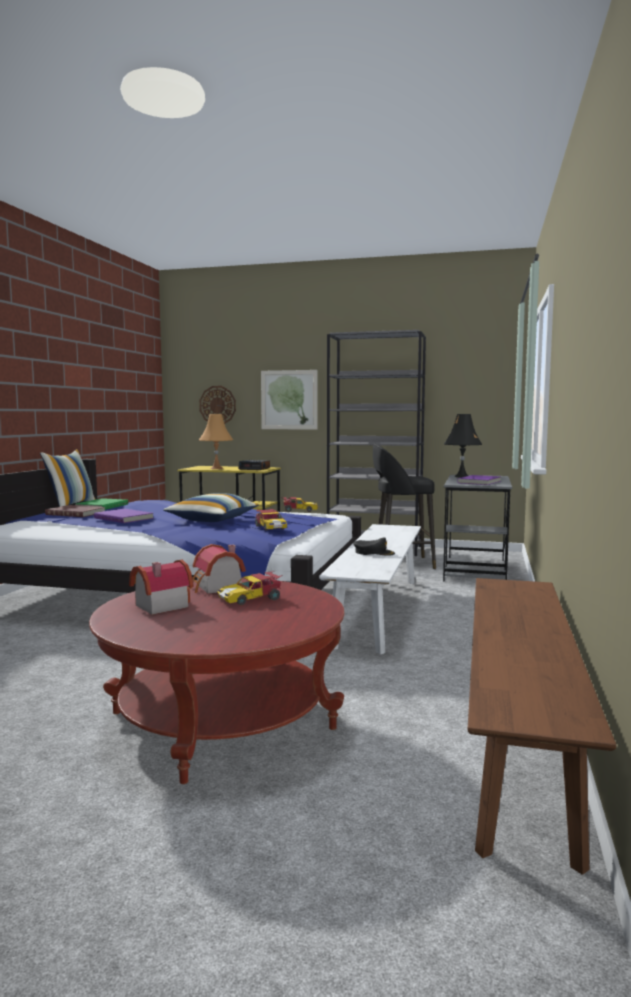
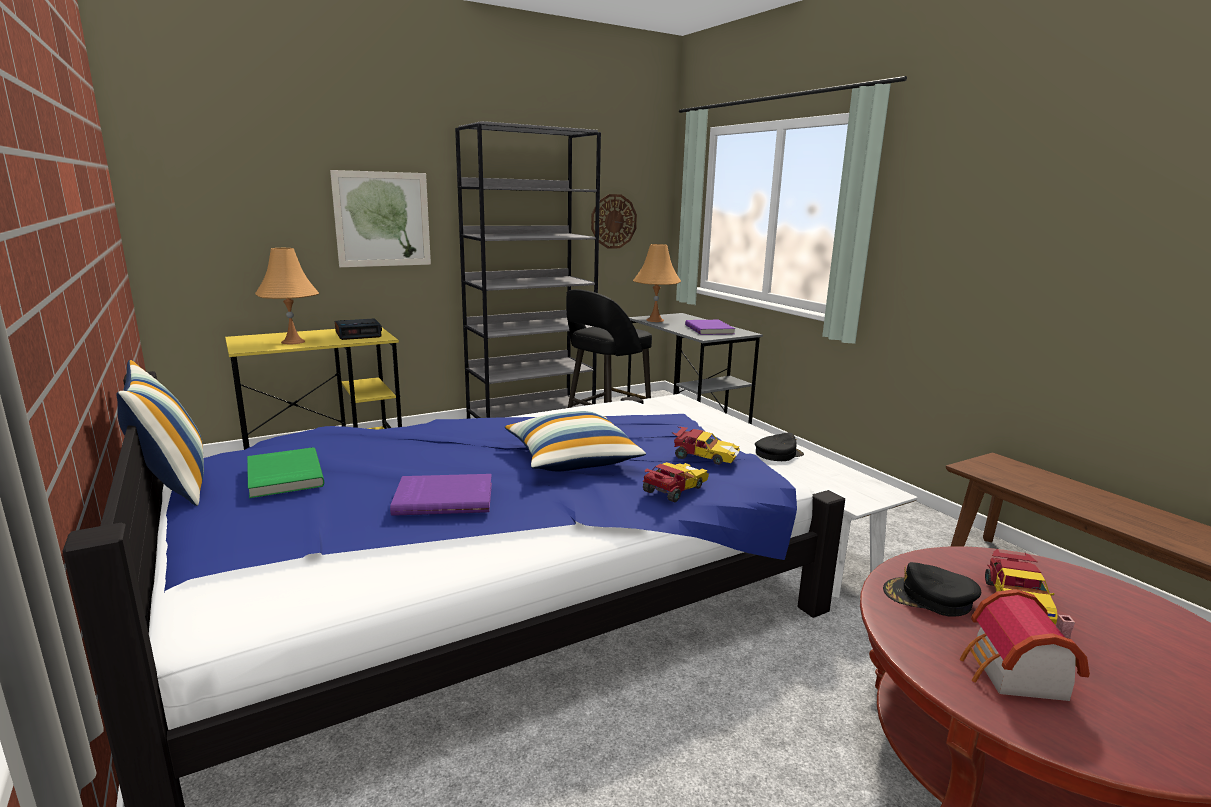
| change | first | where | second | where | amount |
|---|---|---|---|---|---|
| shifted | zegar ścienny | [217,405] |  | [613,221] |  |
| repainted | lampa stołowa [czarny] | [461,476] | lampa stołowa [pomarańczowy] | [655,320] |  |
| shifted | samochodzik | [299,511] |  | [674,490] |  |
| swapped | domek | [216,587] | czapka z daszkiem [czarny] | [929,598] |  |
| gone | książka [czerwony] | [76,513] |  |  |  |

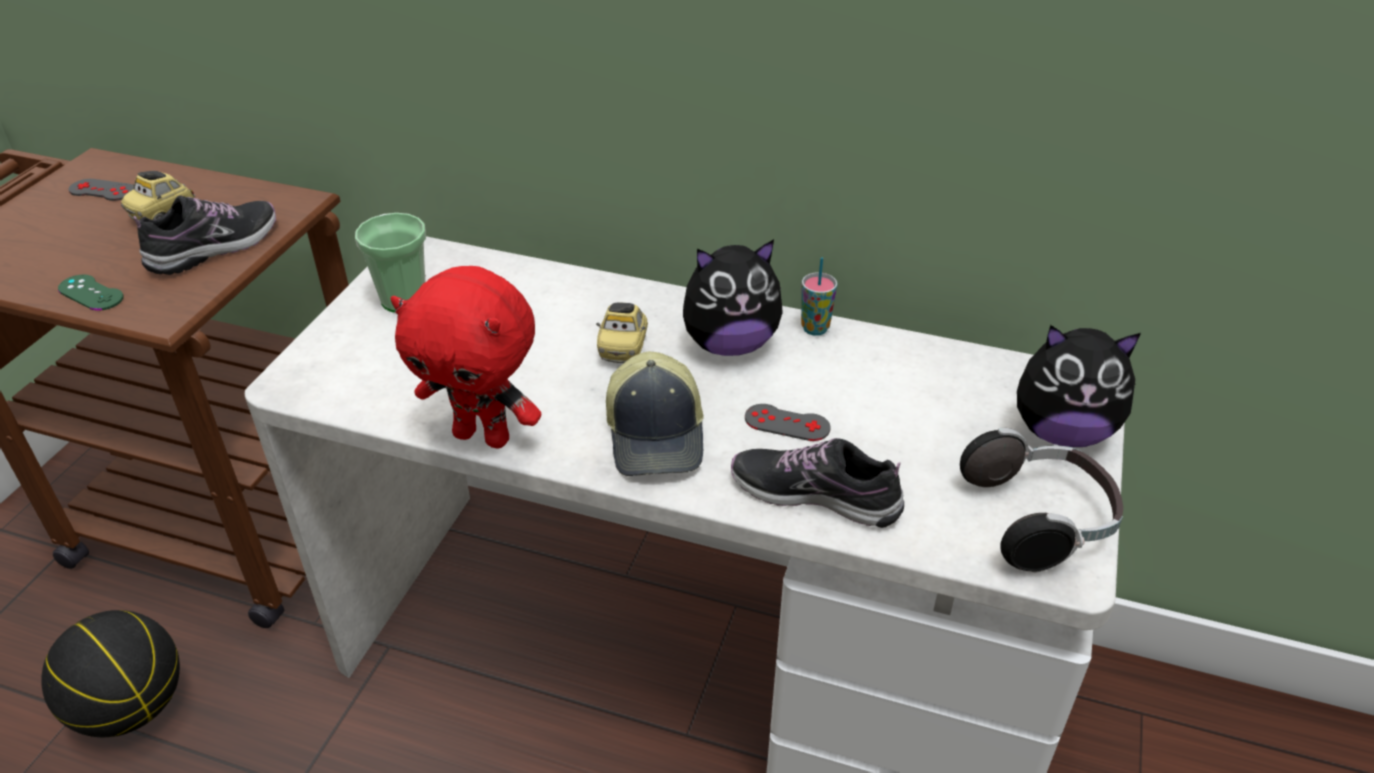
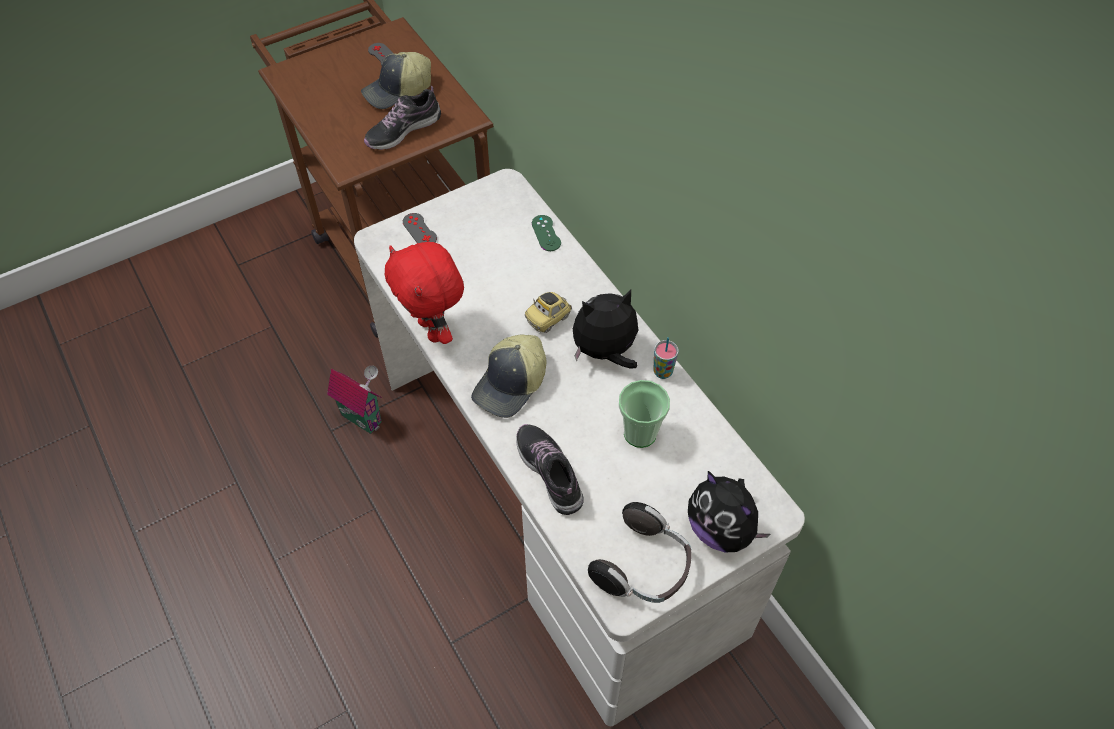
| change | first | where | second | where | amount |
|---|---|---|---|---|---|
| new |  |  | domek | [363,417] |  |
| swapped | samochodzik | [164,214] | czapka z daszkiem | [398,91] |  |
| rotated | but | [215,247] |  | [403,130] | 150 degrees clockwise |
| shifted | pad do gier [szary] | [787,423] |  | [419,230] |  |
| shifted | pad do gier [zielony] | [91,293] |  | [546,233] |  |
| rotated | pluszak | [730,344] |  | [605,352] | 135 degrees clockwise |
| shifted | filiżanka | [404,300] |  | [640,433] |  |
| gone | piłka do koszykówki | [131,708] |  |  |  |

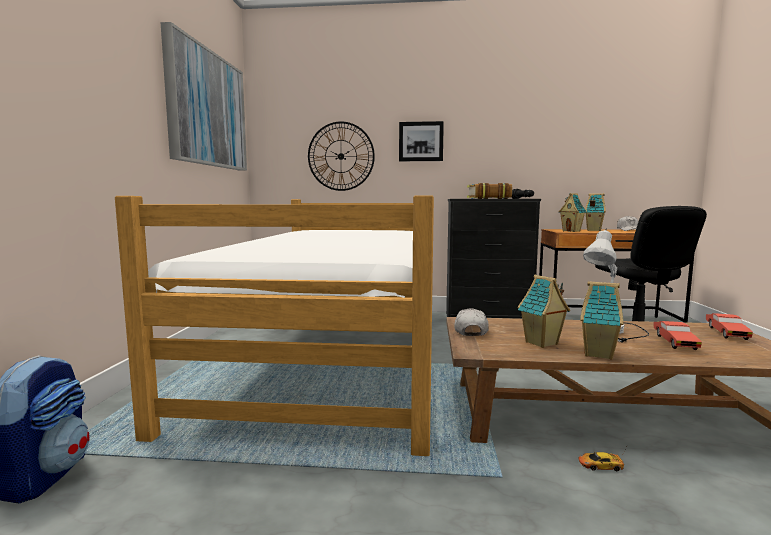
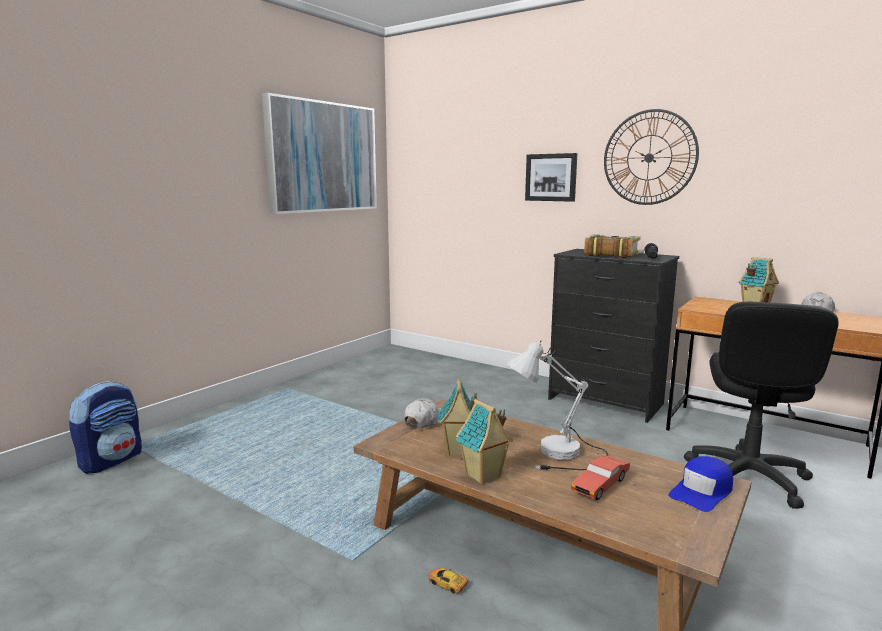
| change | first | where | second | where | amount |
|---|---|---|---|---|---|
| shifted | zegar ścienny | [341,156] |  | [649,157] |  |
| swapped | samochodzik [czerwony] | [726,333] | czapka z daszkiem [niebieski] | [702,491] |  |
| gone | łóżko | [337,353] |  |  |  |
| gone | domek | [571,231] |  |  |  |

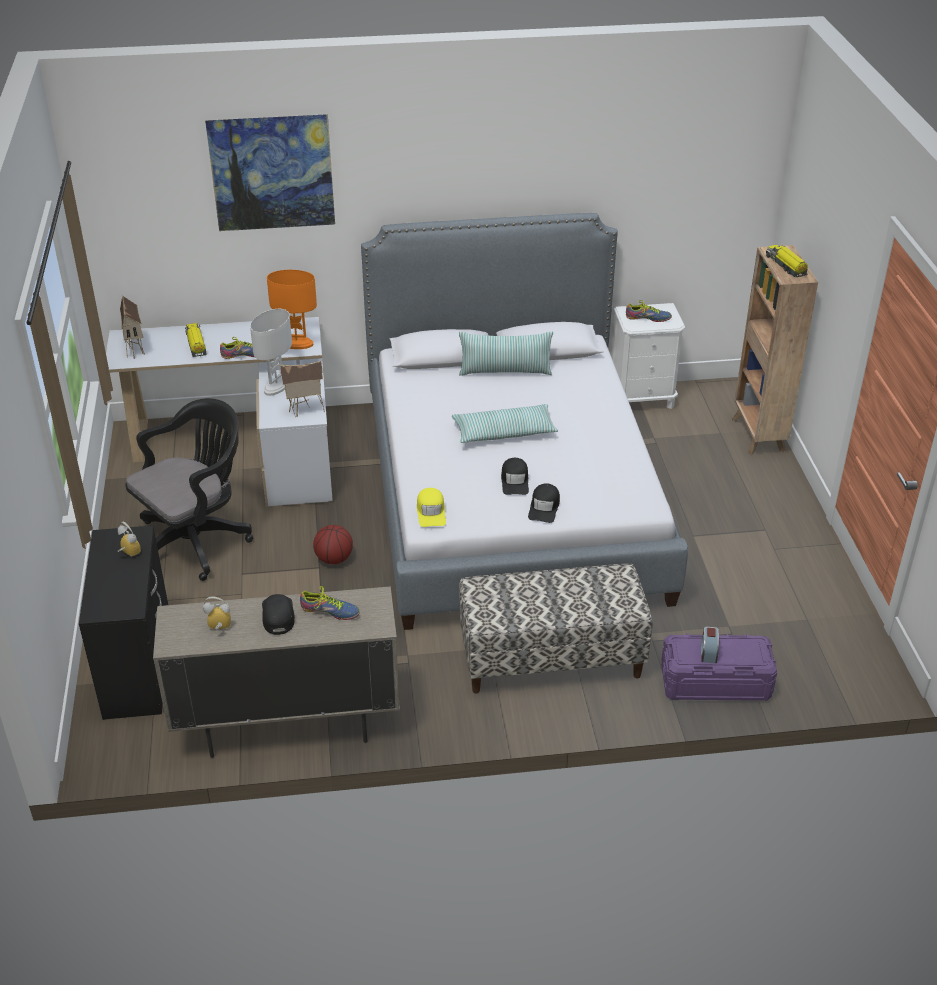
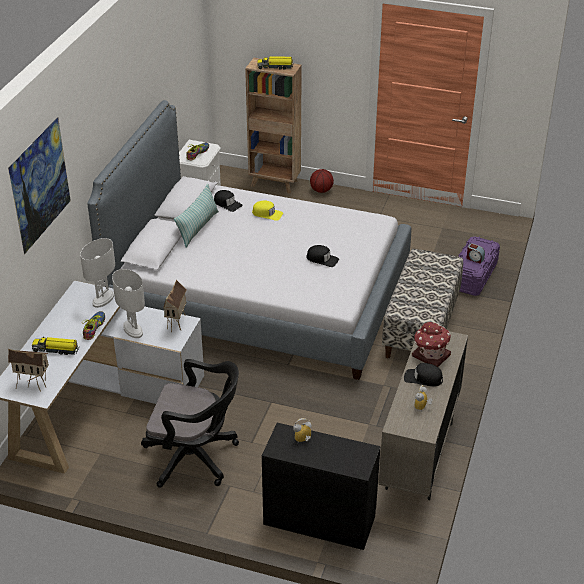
| change | first | where | second | where | amount |
|---|---|---|---|---|---|
| repainted | lampa stołowa [pomarańczowy] | [296,344] | lampa stołowa [biały] | [103,299] |  |
| rotated | krzesło biurowe [czarny] | [197,540] |  | [196,457] | 120 degrees clockwise |
| shifted | czapka z daszkiem [czarny] | [544,507] |  | [227,203] |  |
| shifted | czapka z daszkiem [żółty] | [431,512] |  | [267,214] |  |
| shifted | piłka do koszykówki | [334,559] |  | [321,190] |  |
| swapped | but | [330,611] | domek | [430,355] |  |
| gone | poduszka | [504,432] |  |  |  |

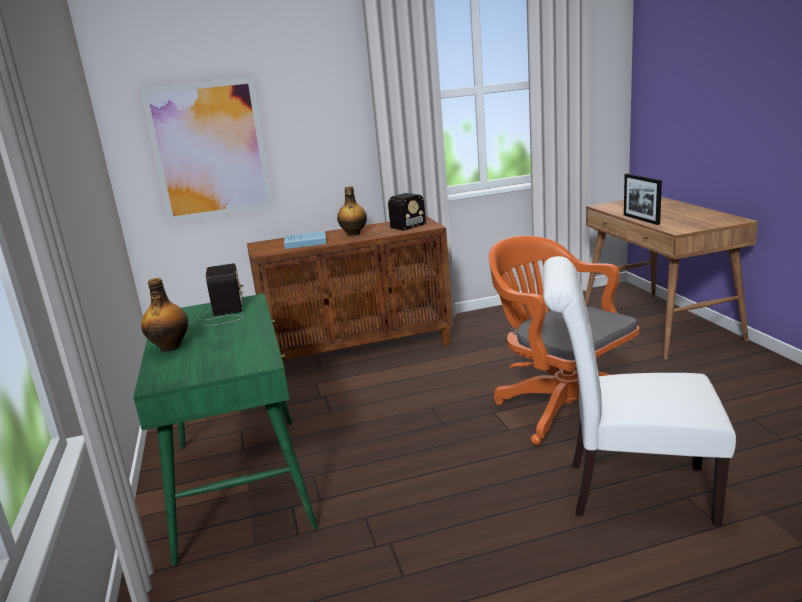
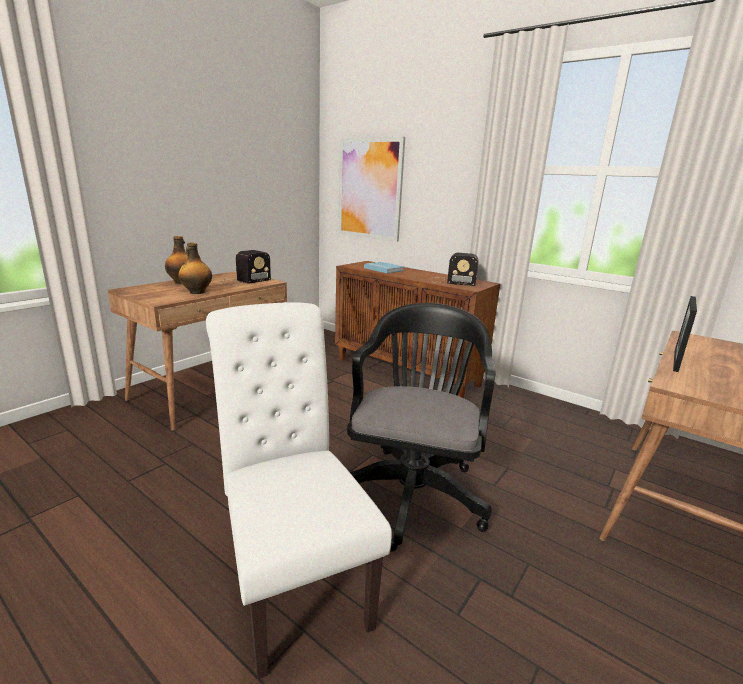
| change | first | where | second | where | amount |
|---|---|---|---|---|---|
| repainted | biurko [zielony] | [240,483] | biurko [brązowy] | [213,390] |  |
| shifted | butelka | [353,234] |  | [196,292] |  |
| repainted | krzesło biurowe [pomarańczowy] | [561,408] | krzesło biurowe [czarny] | [413,490] |  |

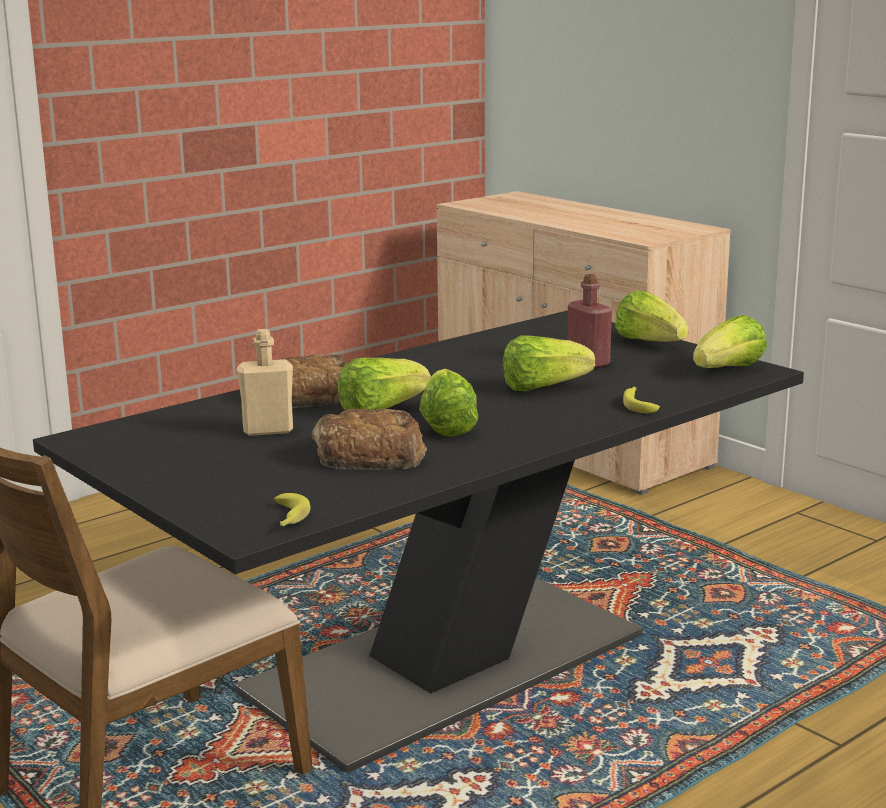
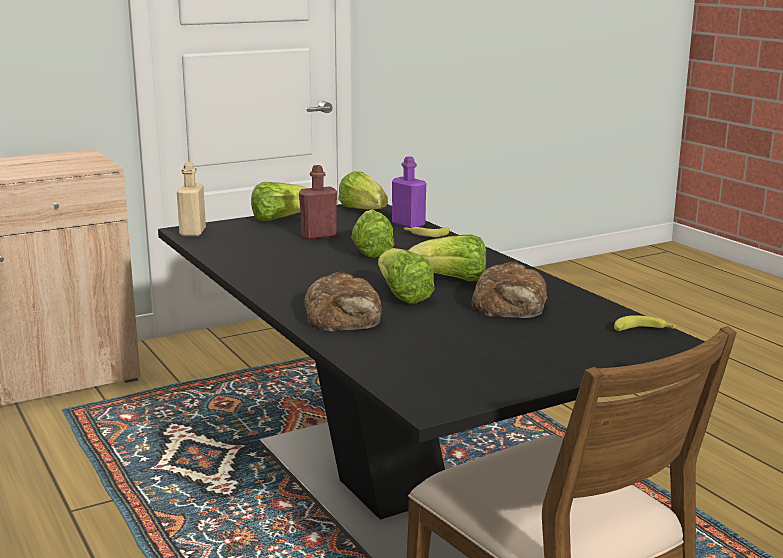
| change | first | where | second | where | amount |
|---|---|---|---|---|---|
| shifted | butelka [beżowy] | [268,430] |  | [193,232] |  |
| new |  |  | butelka [fioletowy] | [408,224] |  |

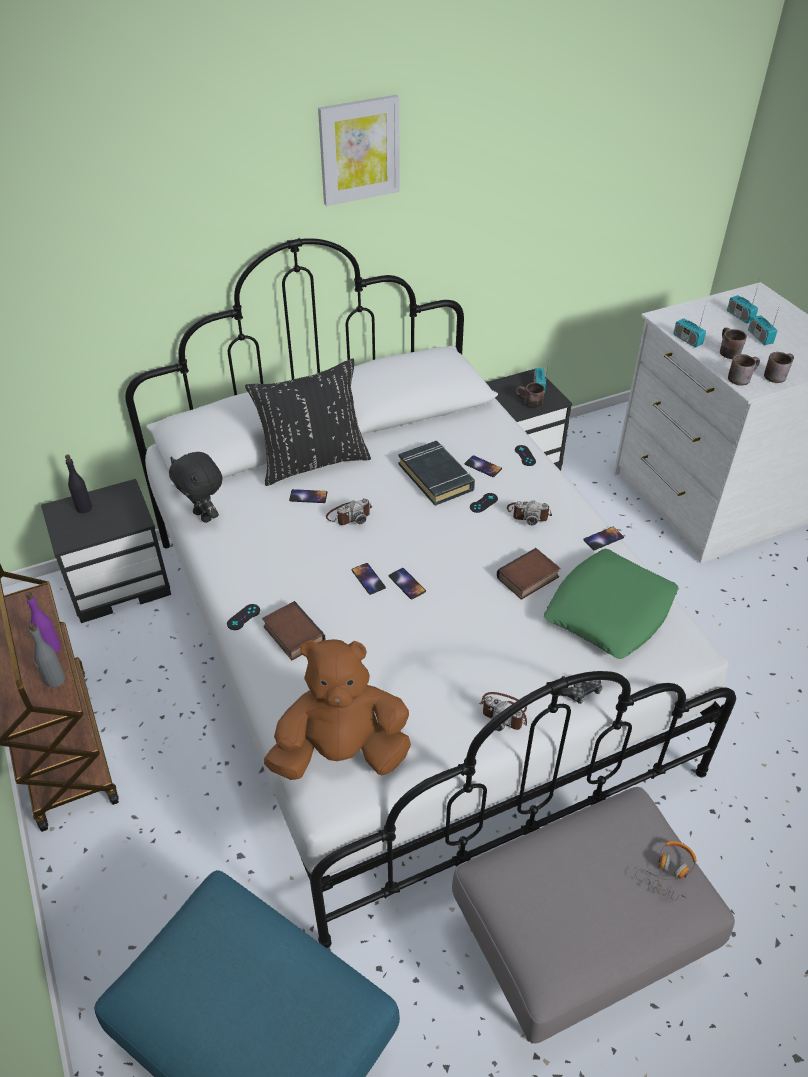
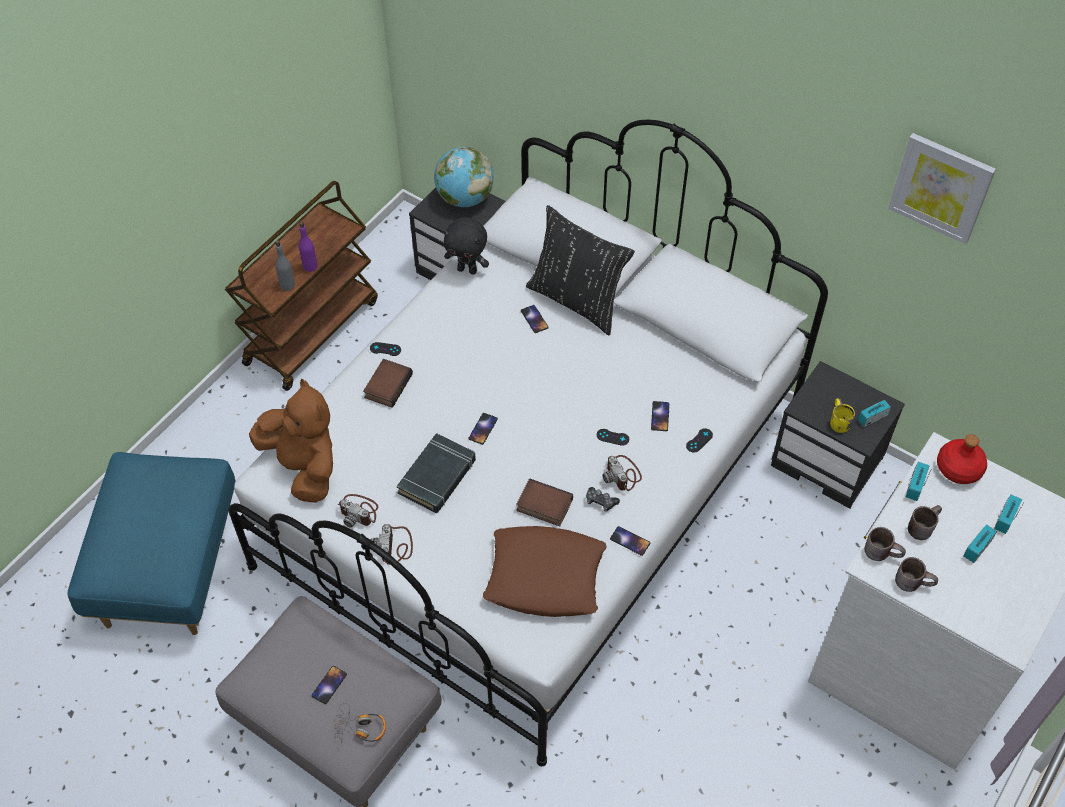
| change | first | where | second | where | amount |
|---|---|---|---|---|---|
| shifted | telefon | [368,579] |  | [329,685] |  |
| shifted | aparat fotograficzny | [349,515] |  | [359,511] |  |
| shifted | książka [czarny] | [436,477] |  | [437,477] |  |
| swapped | butelka [czarny] | [84,508] | globus | [464,198] |  |
| rotated | pluszak [czarny] | [204,516] |  | [467,270] | 90 degrees counterclockwise |
| repainted | poduszka [zielony] | [609,610] | poduszka [brązowy] | [545,576] |  |
| shifted | pad do gier | [582,692] |  | [600,502] |  |
| repainted | kubek [brązowy] | [528,404] | kubek [żółty] | [837,421] |  |
| shifted | obraz | [359,150] |  | [941,187] |  |
| new |  |  | butelka [czerwony] | [958,469] |  |

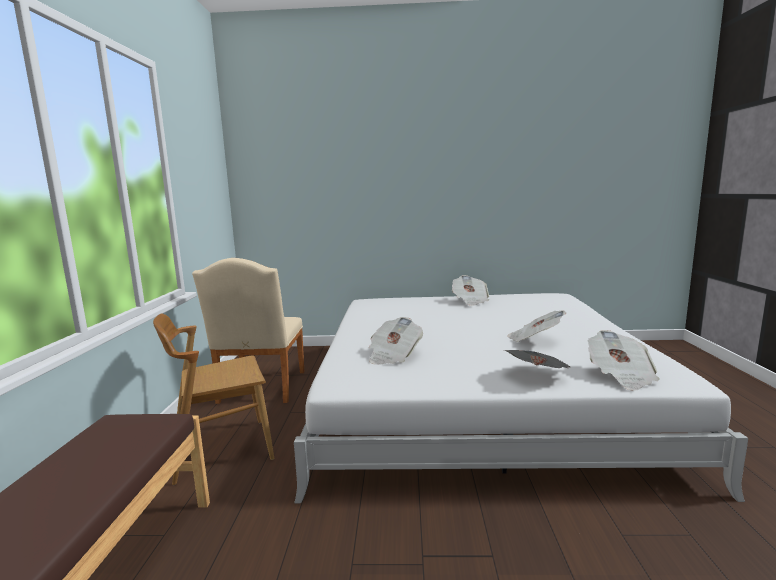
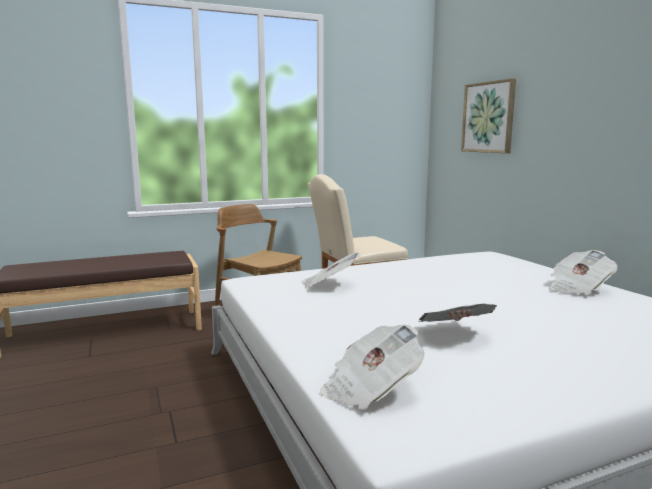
| change | first | where | second | where | amount |
|---|---|---|---|---|---|
| new |  |  | obraz | [488,117] |  |
| gone | gazeta | [537,376] |  |  |  |

